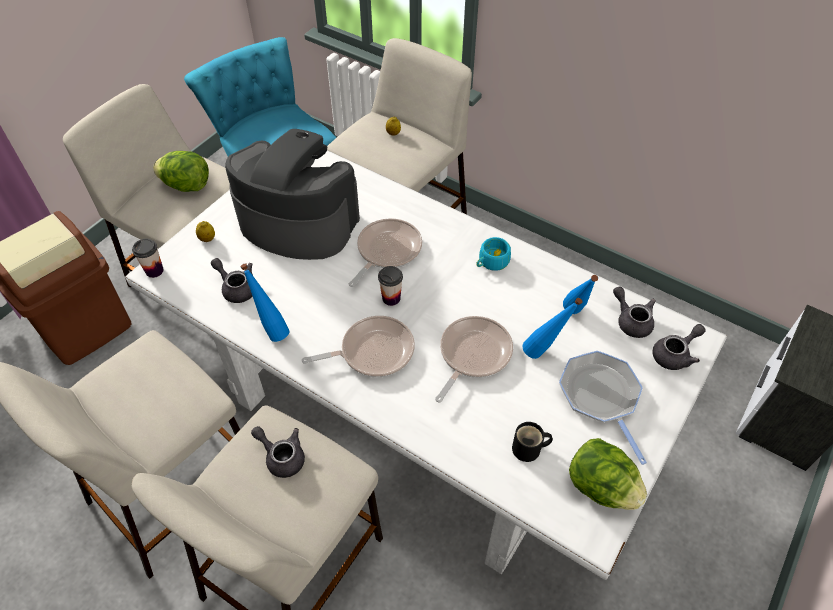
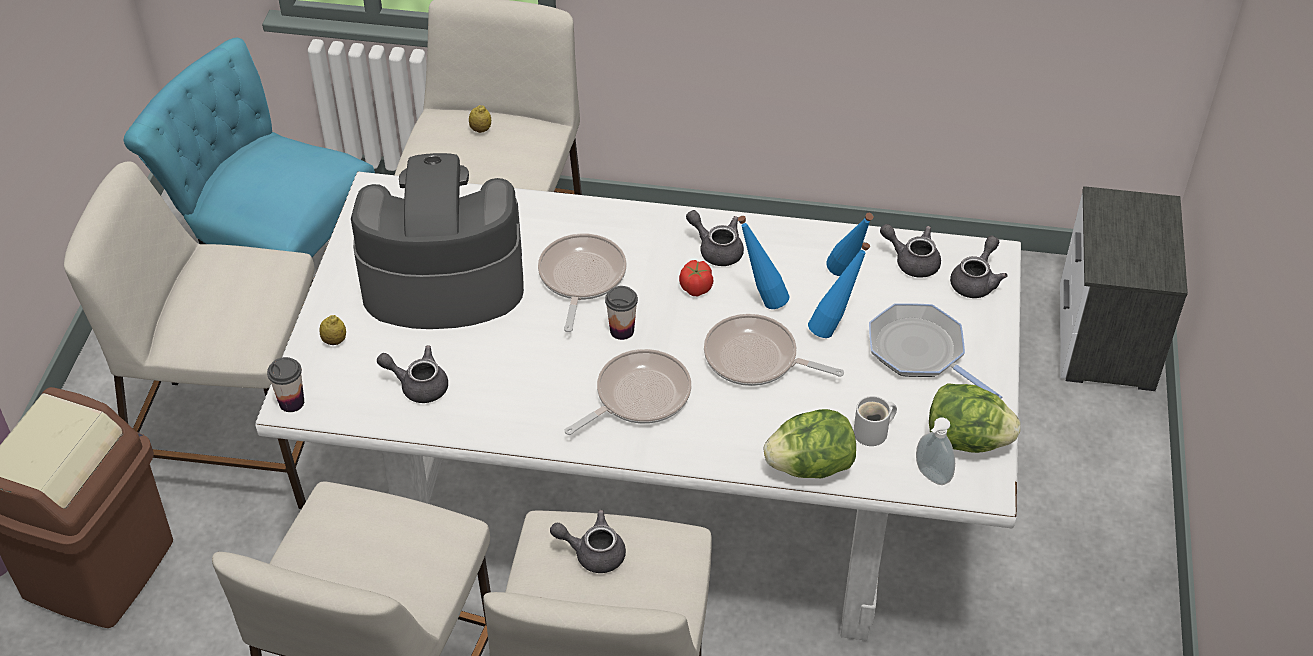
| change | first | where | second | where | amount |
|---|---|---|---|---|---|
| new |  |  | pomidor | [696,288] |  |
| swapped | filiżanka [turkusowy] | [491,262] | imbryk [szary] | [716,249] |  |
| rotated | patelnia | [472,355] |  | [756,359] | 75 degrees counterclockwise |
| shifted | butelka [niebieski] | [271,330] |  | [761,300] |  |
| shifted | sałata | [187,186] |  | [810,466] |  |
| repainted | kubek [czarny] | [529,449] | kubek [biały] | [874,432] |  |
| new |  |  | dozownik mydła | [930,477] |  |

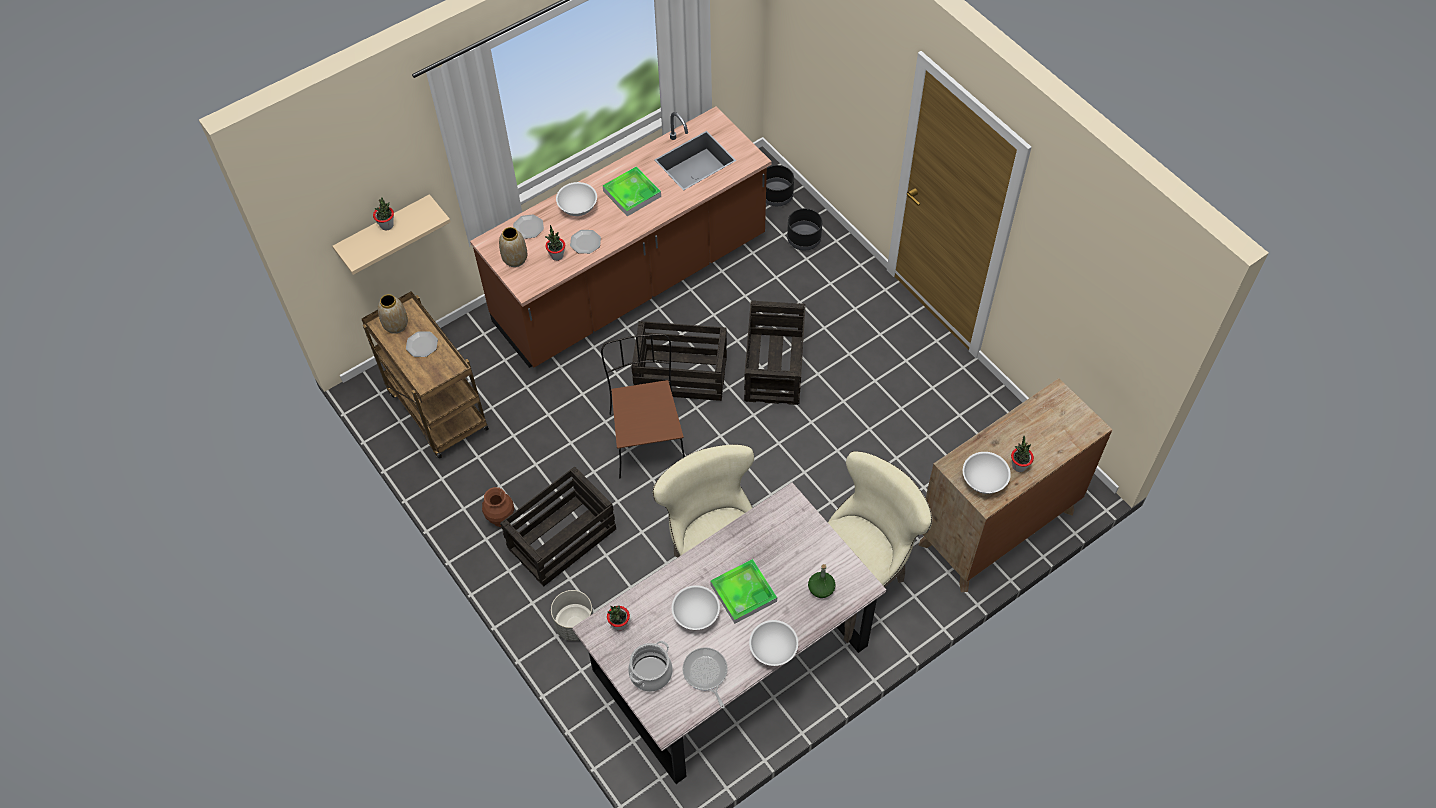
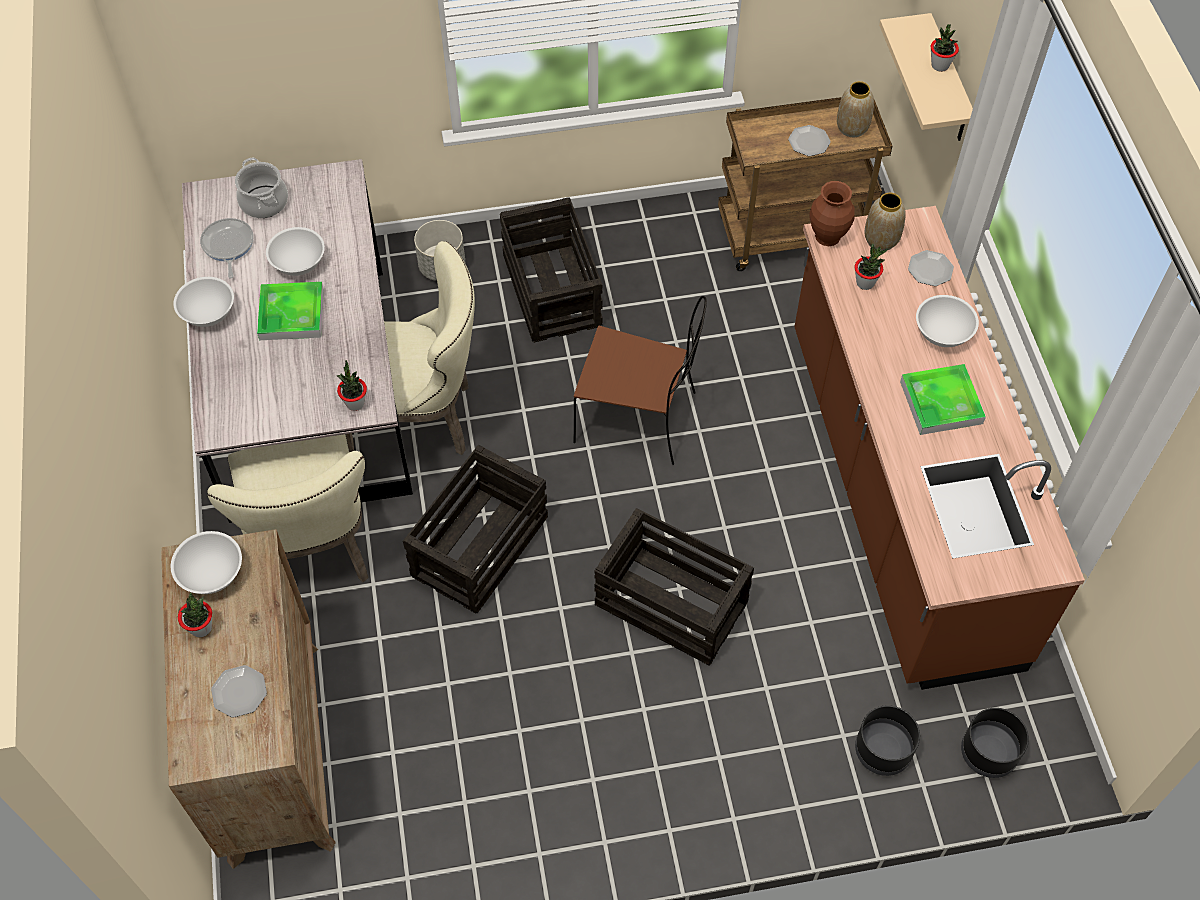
| change | first | where | second | where | amount |
|---|---|---|---|---|---|
| rotated | patelnia | [706,673] |  | [228,246] | 105 degrees counterclockwise |
| shifted | talerz | [585,242] |  | [240,692] |  |
| shifted | roślina doniczkowa | [619,624] |  | [355,403] |  |
| shifted | skrzynka | [681,375] |  | [479,548] |  |
| shifted | wazon [brązowy] | [501,518] |  | [828,237] |  |
| gone | butelka [zielony] | [821,589] |  |  |  |

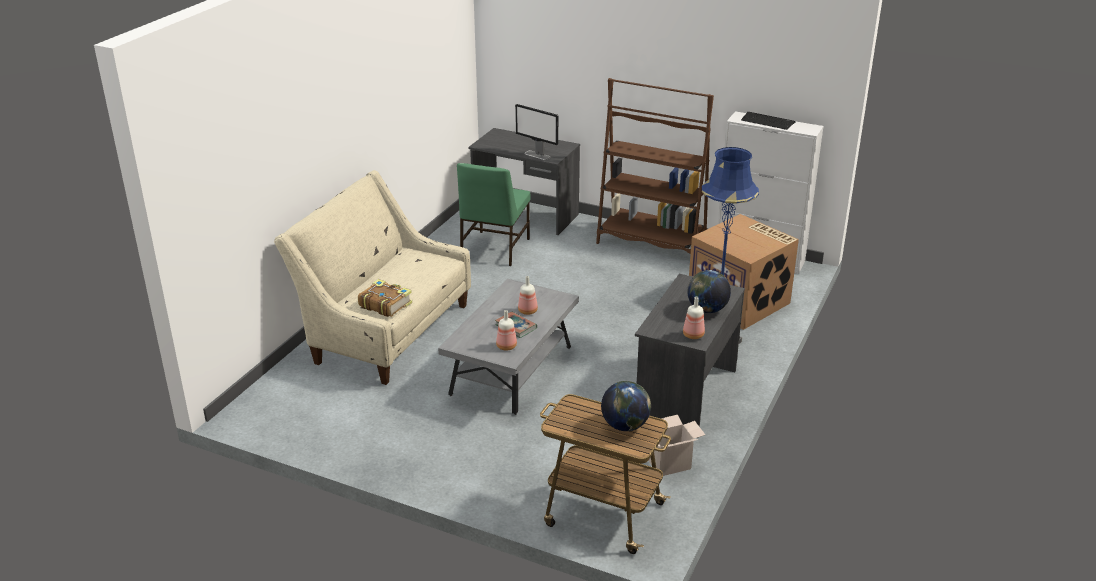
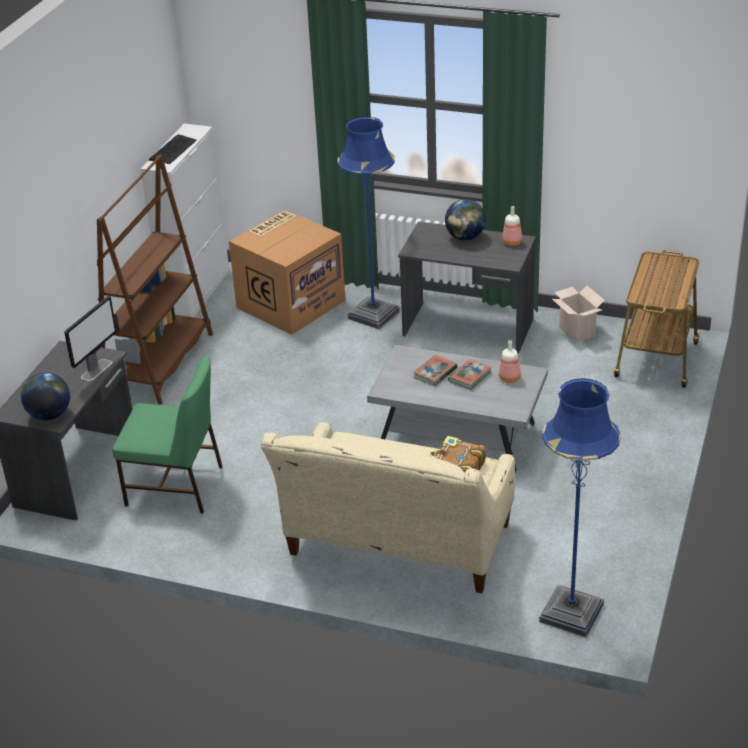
| change | first | where | second | where | amount |
|---|---|---|---|---|---|
| shifted | globus | [625,426] |  | [49,415] |  |
| swapped | butelka | [527,311] | książka | [435,373] |  |
| new |  |  | lampa stojąca [niebieski] | [571,613] |  |

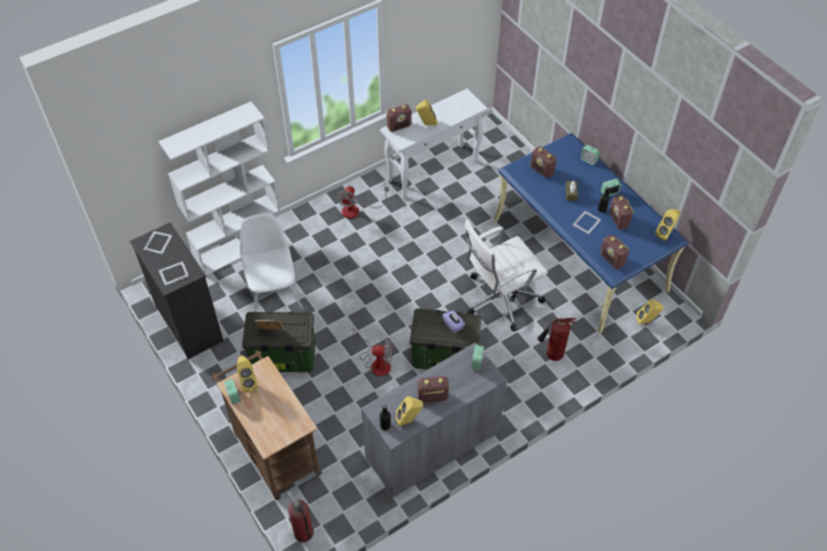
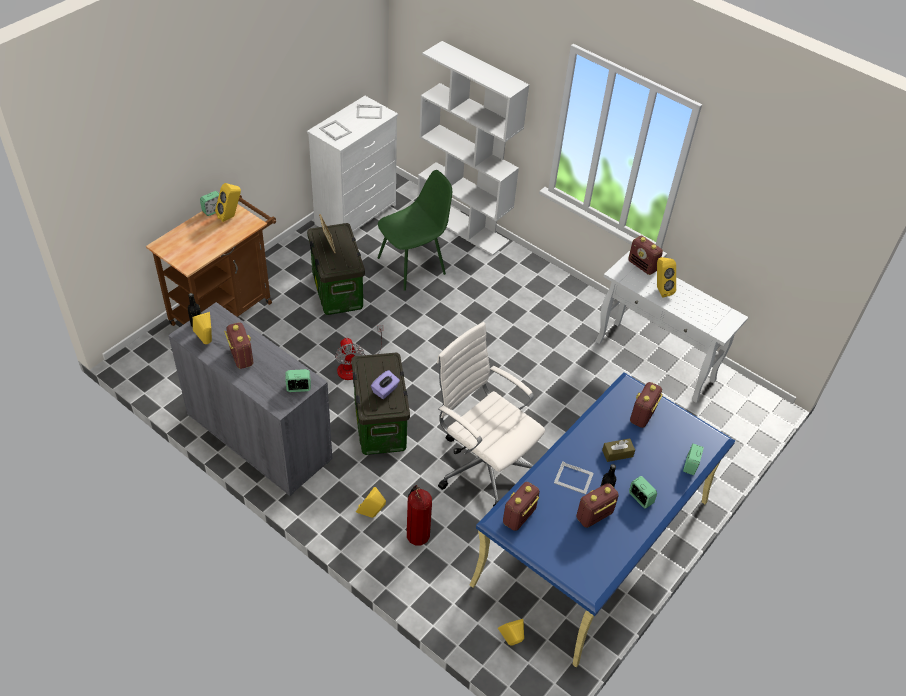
| change | first | where | second | where | amount |
|---|---|---|---|---|---|
| repainted | komoda [czarny] | [189,323] | komoda [biały] | [356,214] |  |
| shifted | głośnik [żółty] | [665,234] |  | [372,515] |  |
| repainted | krzesło [biały] | [274,295] | krzesło [zielony] | [413,265] |  |
| gone | gaśnica | [303,532] |  |  |  |
| gone | wentylator | [356,210] |  |  |  |

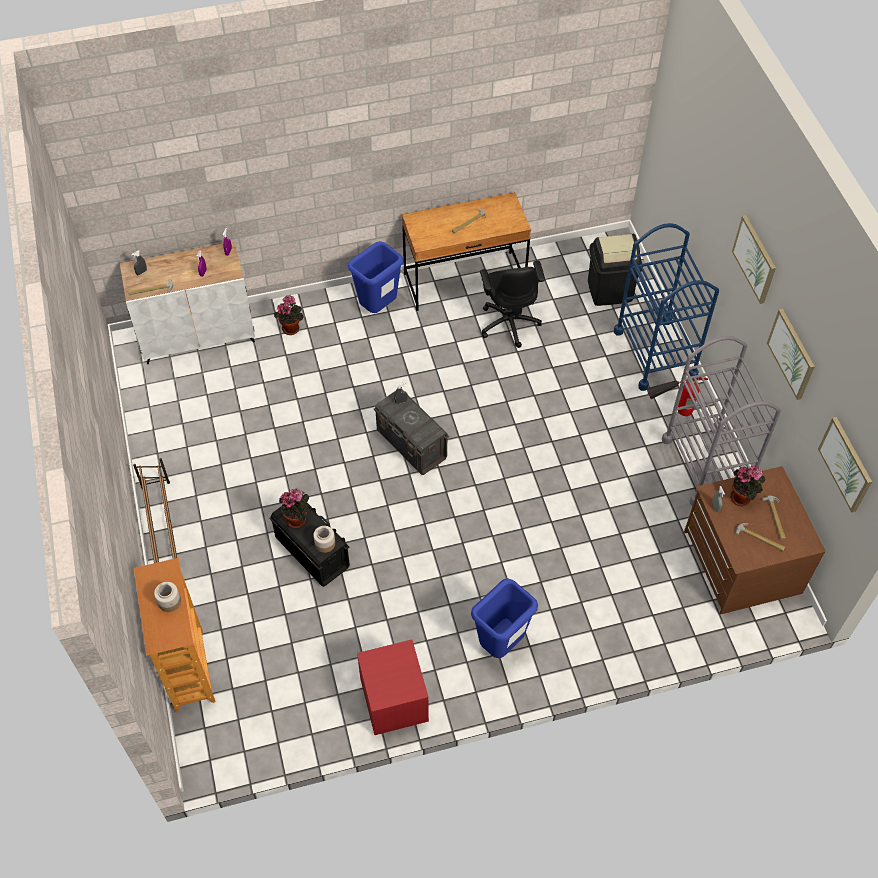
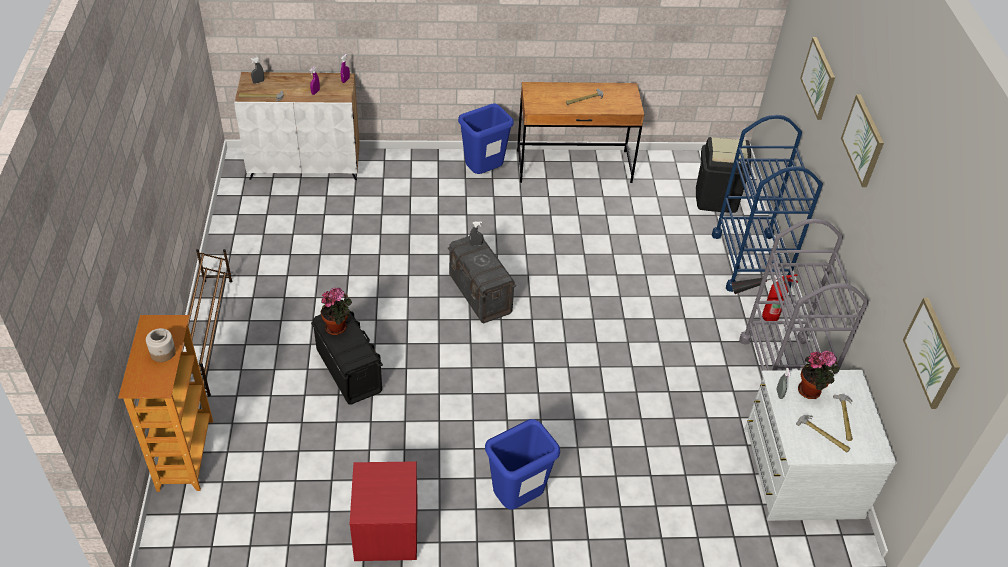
| change | first | where | second | where | amount |
|---|---|---|---|---|---|
| repainted | komoda [brązowy] | [740,562] | komoda [biały] | [800,473] |  |
| shifted | obraz | [792,353] |  | [819,78] |  |
| gone | roślina doniczkowa | [291,327] |  |  |  |
| gone | słoik | [324,543] |  |  |  |
| gone | krzesło biurowe [czarny] | [509,323] |  |  |  |

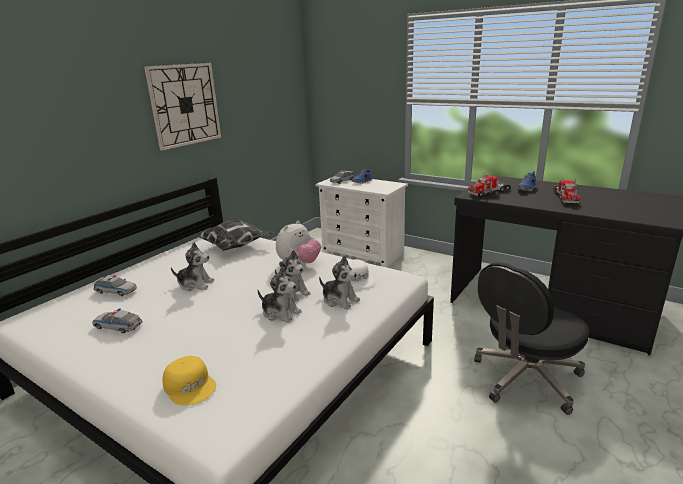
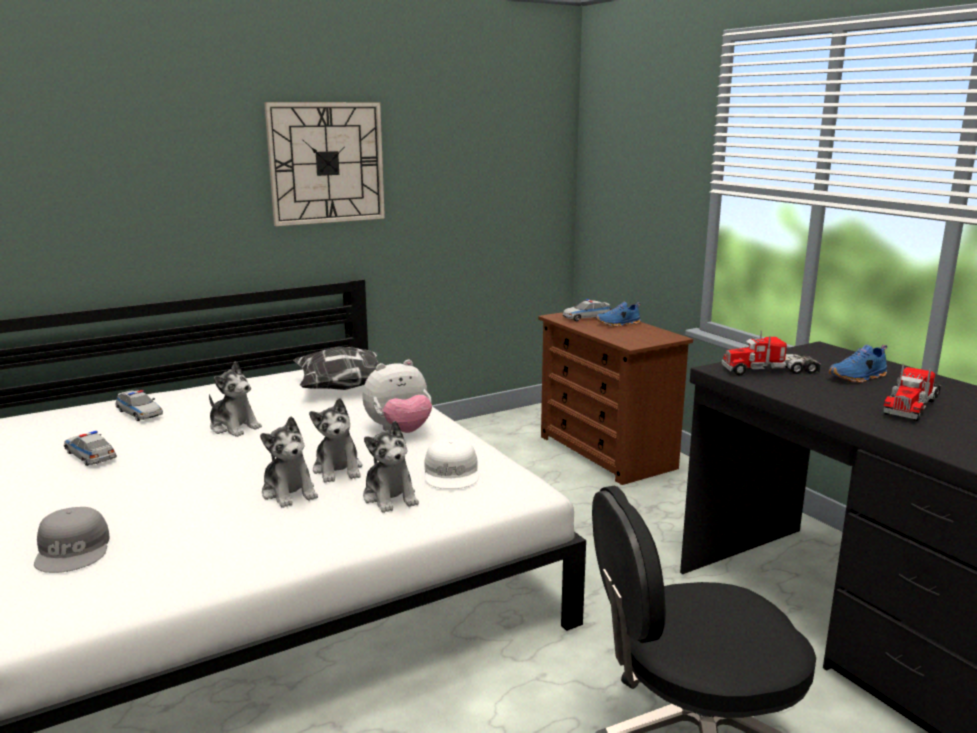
| change | first | where | second | where | amount |
|---|---|---|---|---|---|
| repainted | czapka z daszkiem [żółty] | [190,385] | czapka z daszkiem [szary] | [74,550] |  |
| repainted | komoda [biały] | [363,252] | komoda [brązowy] | [606,452] |  |

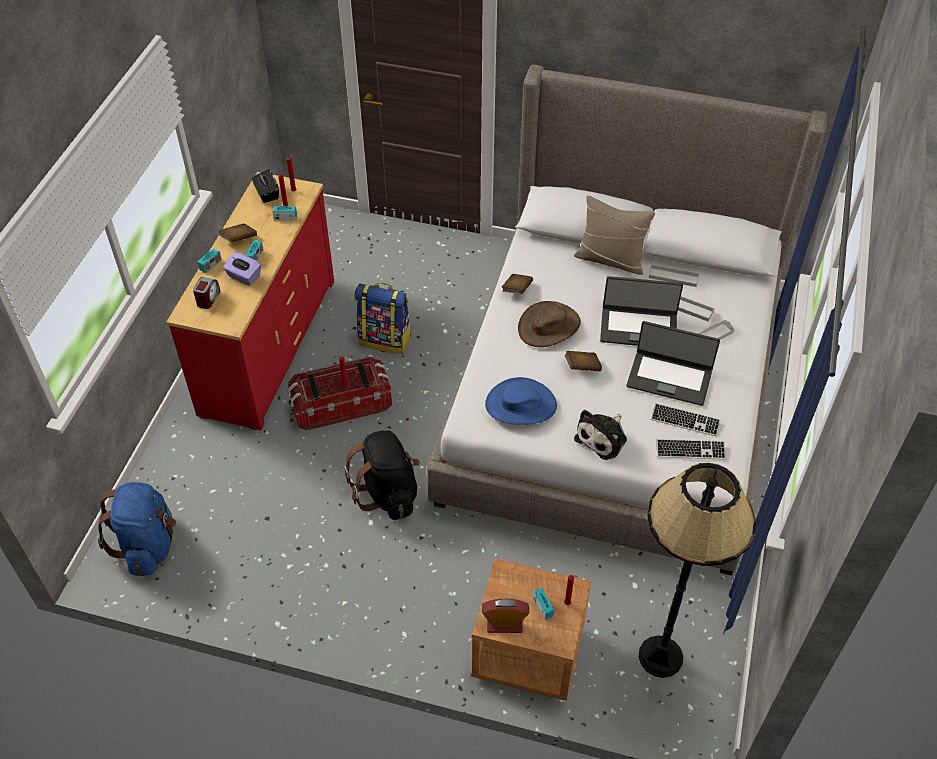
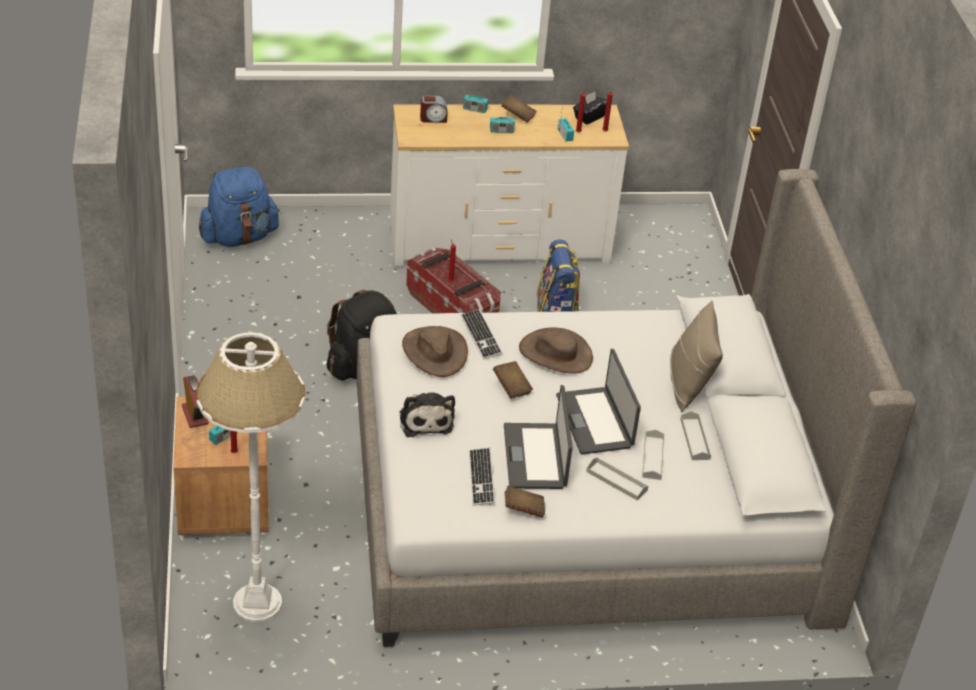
| change | first | where | second | where | amount |
|---|---|---|---|---|---|
| repainted | lampa stojąca [czarny] | [661,657] | lampa stojąca [biały] | [257,603] |  |
| repainted | komoda [czerwony] | [268,346] | komoda [biały] | [499,244] |  |
| rotated | pluszak | [603,438] |  | [425,419] | 120 degrees counterclockwise |
| repainted | kapelusz [niebieski] | [520,405] | kapelusz [brązowy] | [434,352] |  |
| shifted | klawiatura | [690,450] |  | [481,335] |  |
| shifted | książka [brązowy] | [517,290] |  | [523,509] |  |
| gone | pudełko chusteczek [fioletowy] | [244,276] |  |  |  |

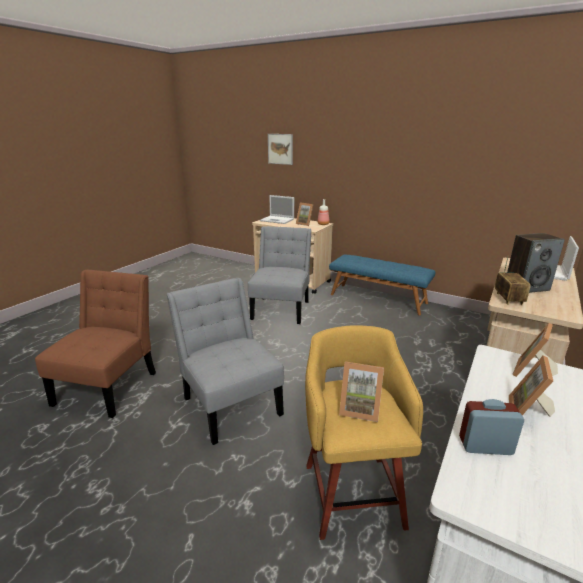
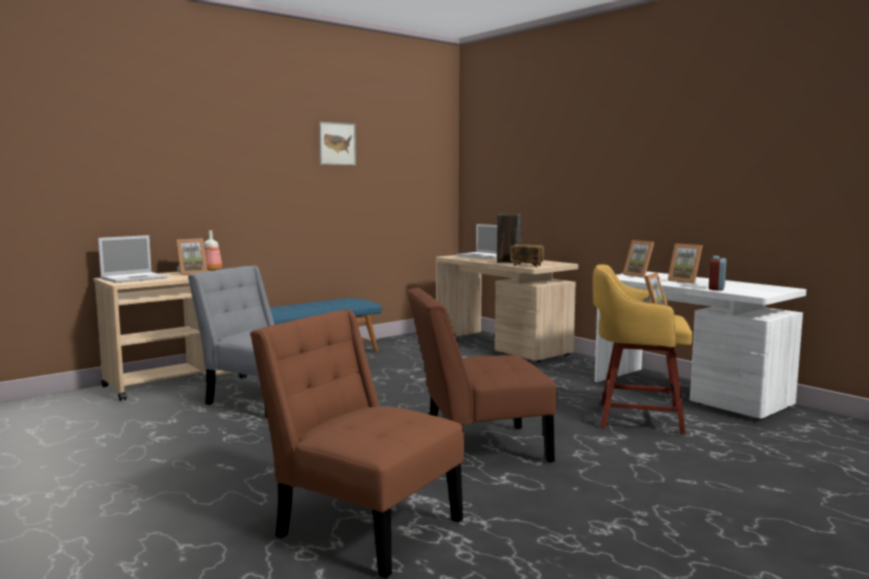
| change | first | where | second | where | amount |
|---|---|---|---|---|---|
| shifted | obraz | [280,149] |  | [337,143] |  |
| repainted | krzesło [szary] | [230,402] | krzesło [brązowy] | [478,448] |  |

